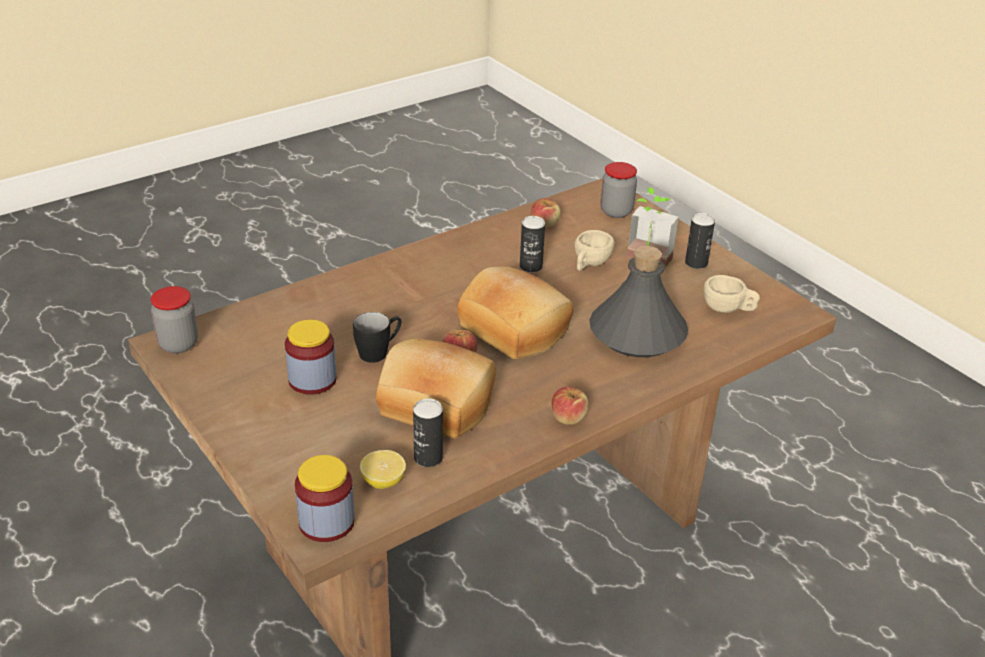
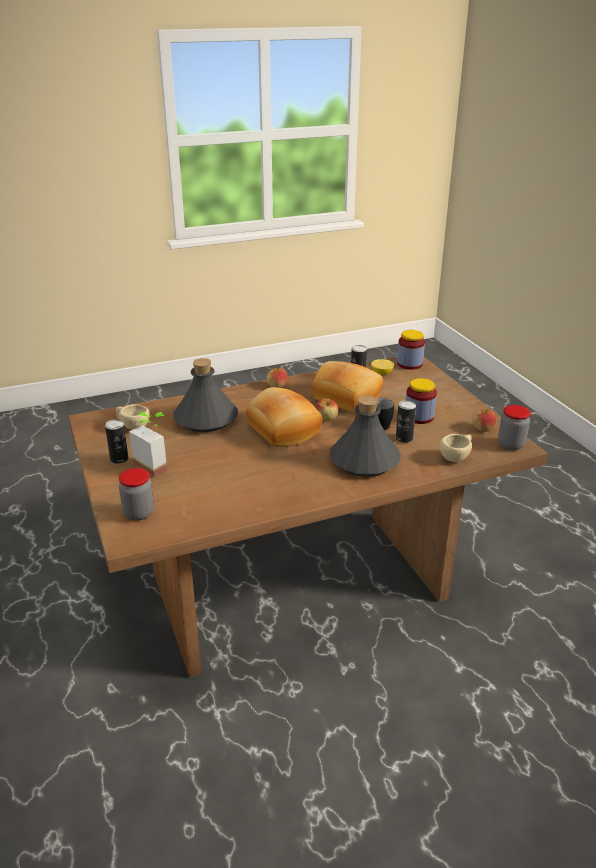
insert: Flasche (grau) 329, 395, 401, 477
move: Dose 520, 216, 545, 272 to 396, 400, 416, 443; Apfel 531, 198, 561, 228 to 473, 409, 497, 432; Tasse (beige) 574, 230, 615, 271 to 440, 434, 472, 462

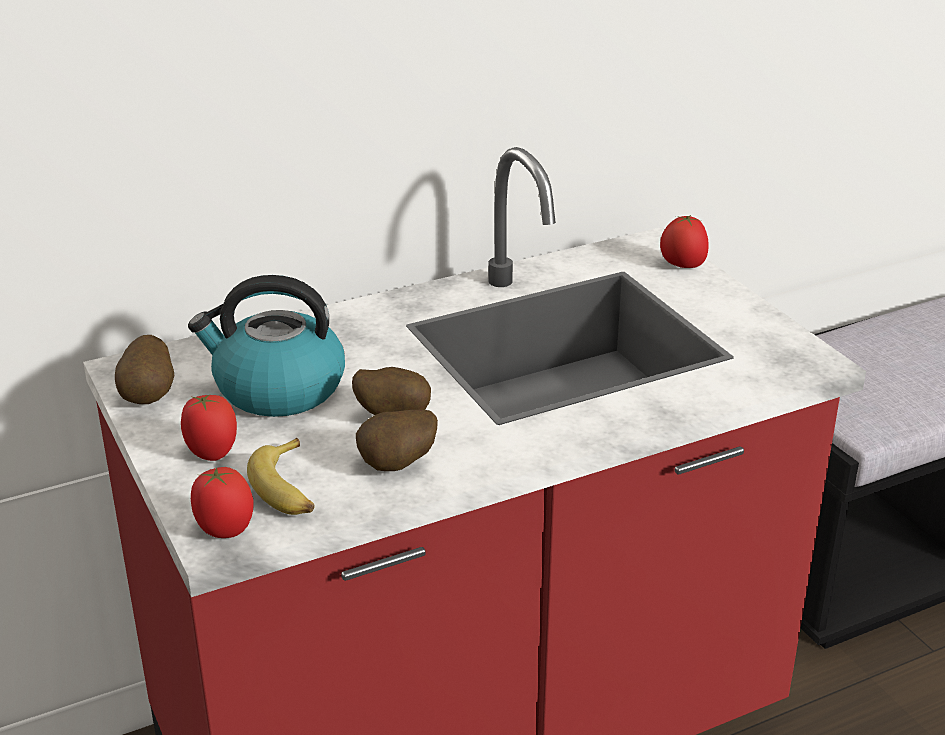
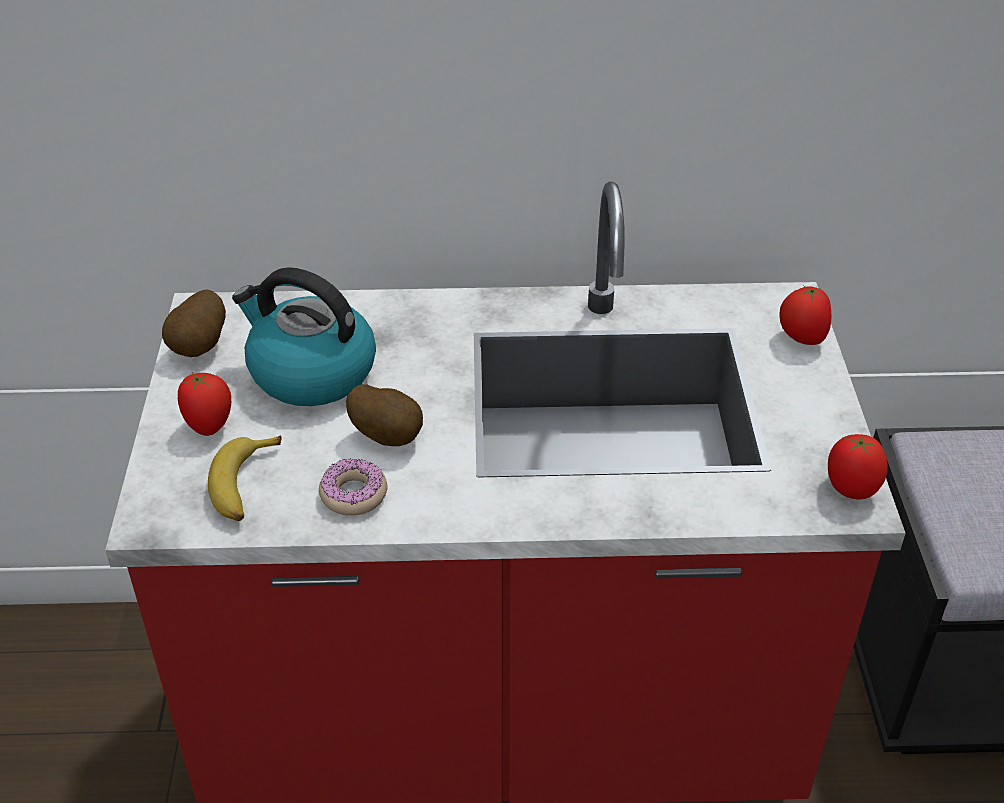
move: Tomate 191, 467, 253, 538 to 828, 434, 888, 500
replace: Kartoffel 356, 410, 438, 471 to Donut 319, 458, 387, 515

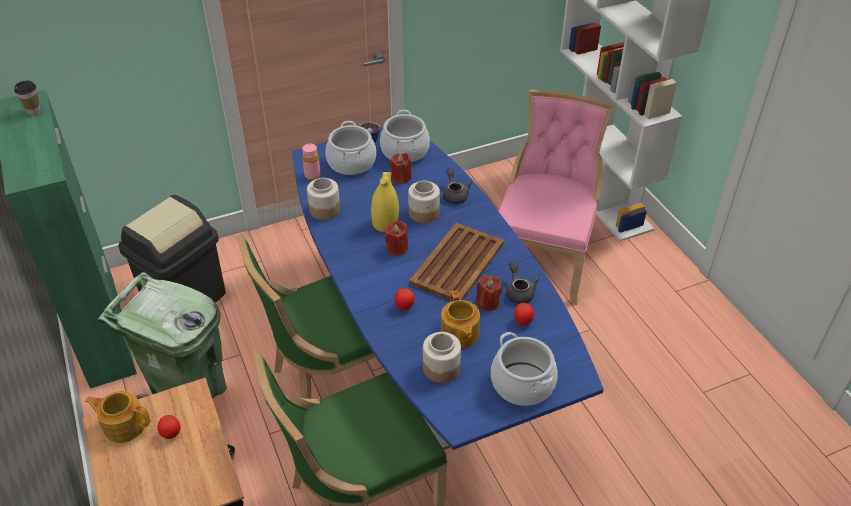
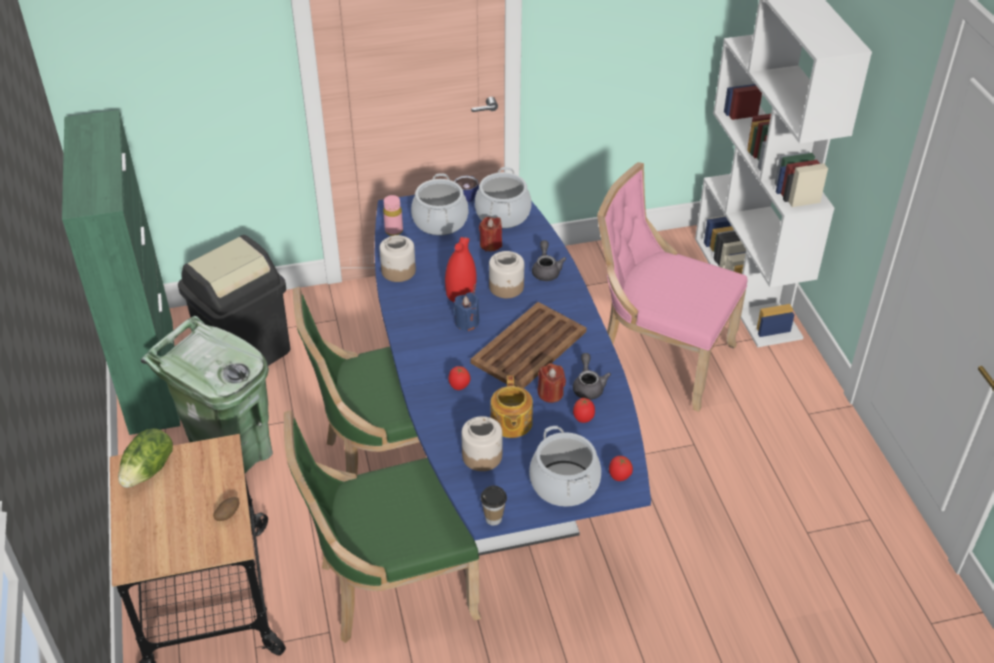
insert: Kartoffel 213, 497, 239, 521
move: Tasse 14, 81, 41, 115 to 481, 486, 507, 526; Tomate 157, 415, 181, 439 to 609, 456, 633, 481
replace: Teekanne 85, 391, 151, 443 to Salatkopf 118, 429, 173, 488
recolor: Vase (gelb) 371, 172, 399, 232 to Vase (rot) 445, 237, 477, 302; Kerze (rot) 385, 221, 408, 256 to Kerze (blau) 453, 292, 480, 331
rotate: Stuhl (rosa) 498, 90, 613, 305 = 597, 162, 748, 412 90 degrees counterclockwise

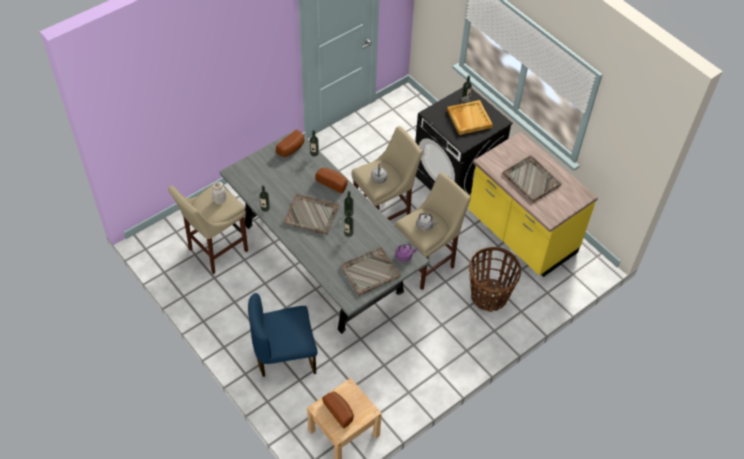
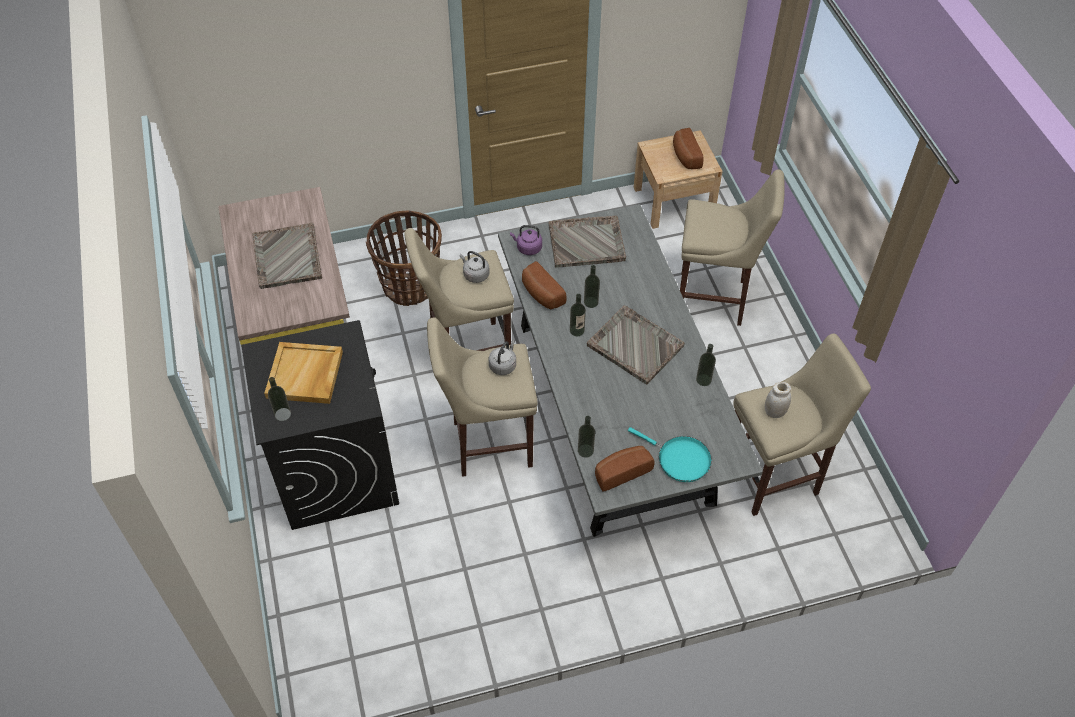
insert: Pfanne (türkis) 628, 427, 712, 482
move: Brot 315, 167, 347, 193 to 522, 261, 567, 309
replace: Stuhl (blau) 248, 293, 317, 377 to Hocker (beige) 680, 170, 785, 326

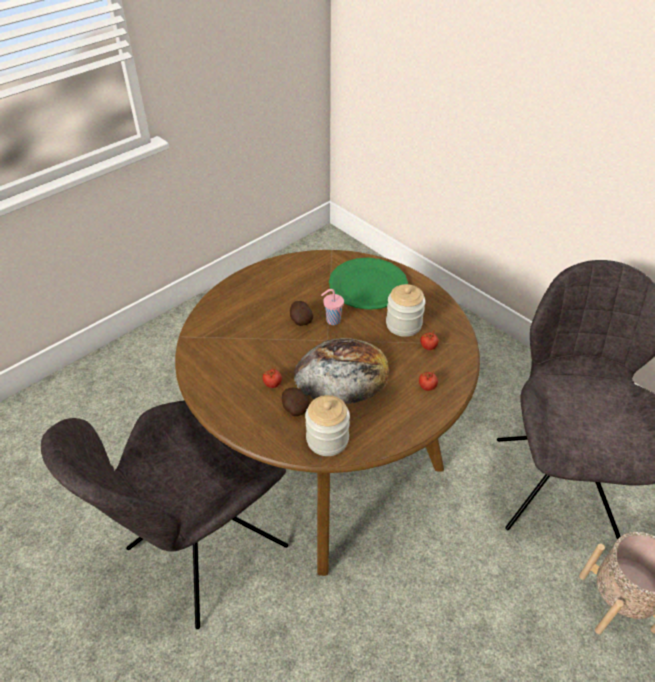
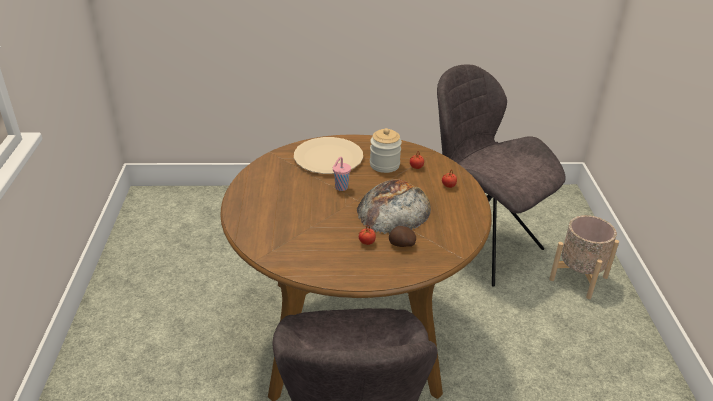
delete: Kartoffel 290, 301, 313, 326; Vorratsglas 305, 395, 350, 456
recolor: Teller (grün) 329, 258, 408, 310 to Teller (beige) 294, 137, 363, 174

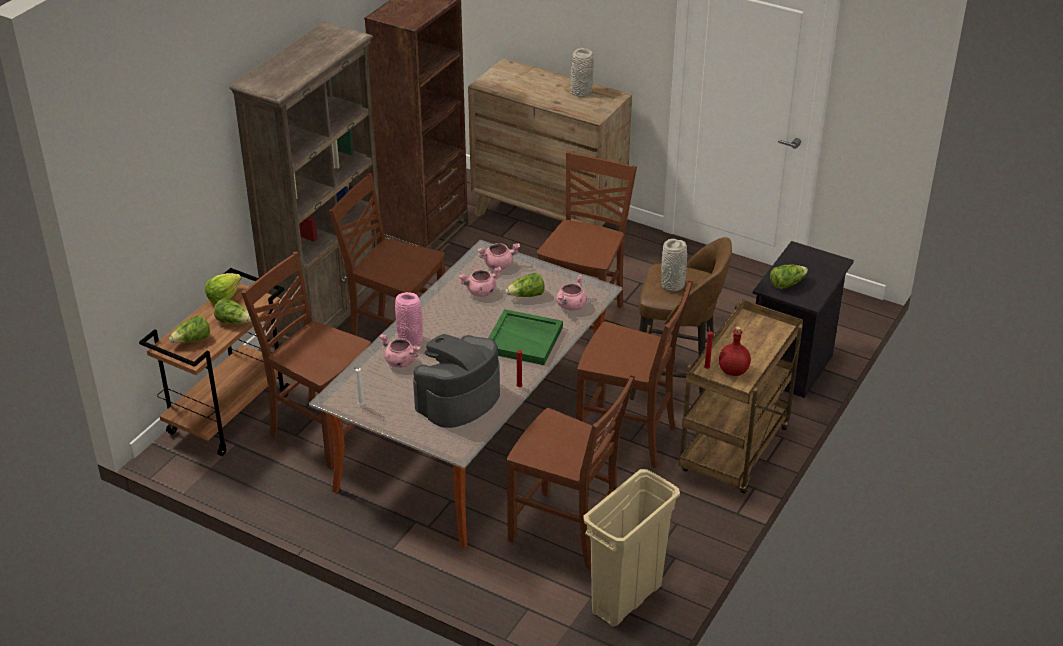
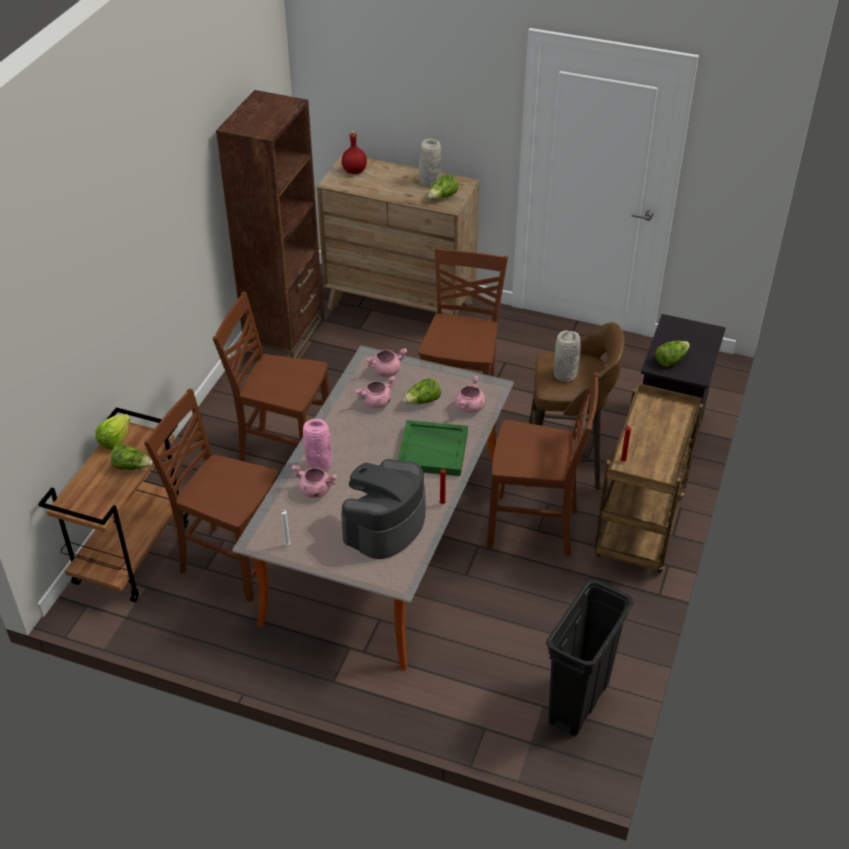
delete: Bücherregal (braun) 230, 22, 380, 348; Stuhl (braun) 507, 373, 636, 570
move: Salatkopf 169, 315, 210, 343 to 428, 175, 458, 199; Flasche (rot) 719, 326, 751, 376 to 342, 131, 367, 174
recolor: Mülleimer (beige) 583, 469, 680, 627 to Mülleimer (schwarz) 546, 580, 634, 736

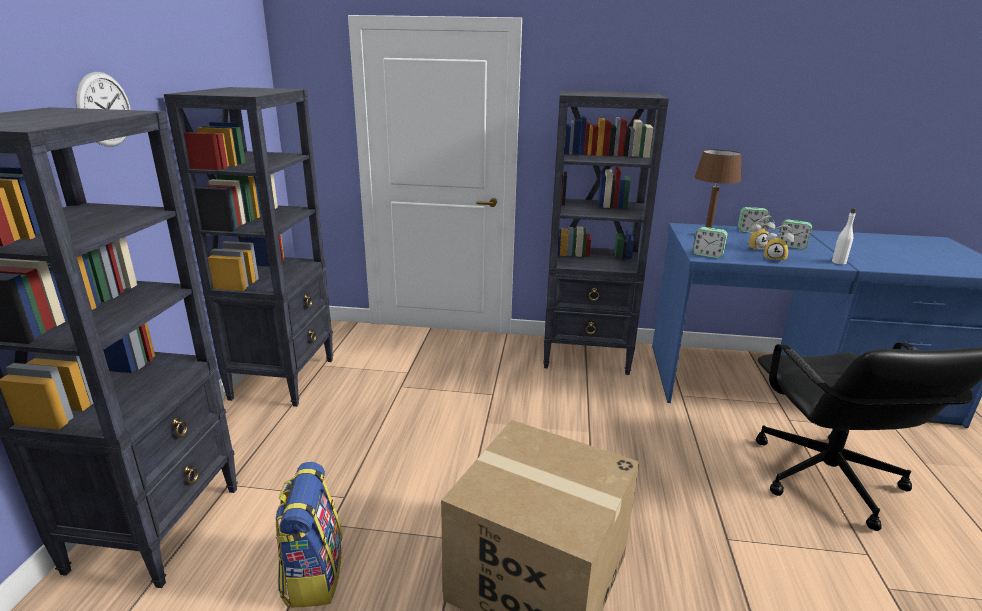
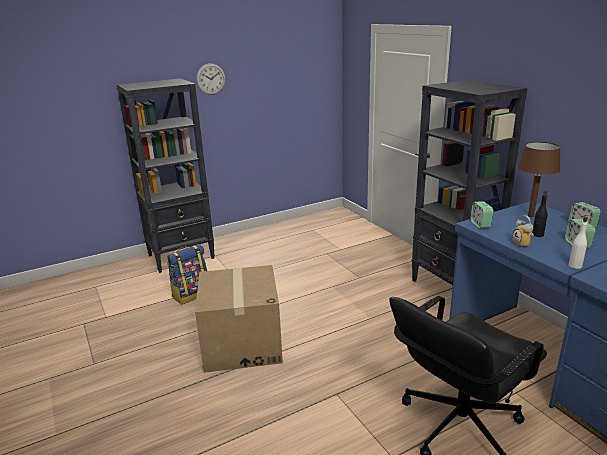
delete: Bücherregal (schwarz) 164, 87, 333, 407
replace: Wecker 749, 216, 775, 250 to Flasche (schwarz) 532, 191, 547, 237

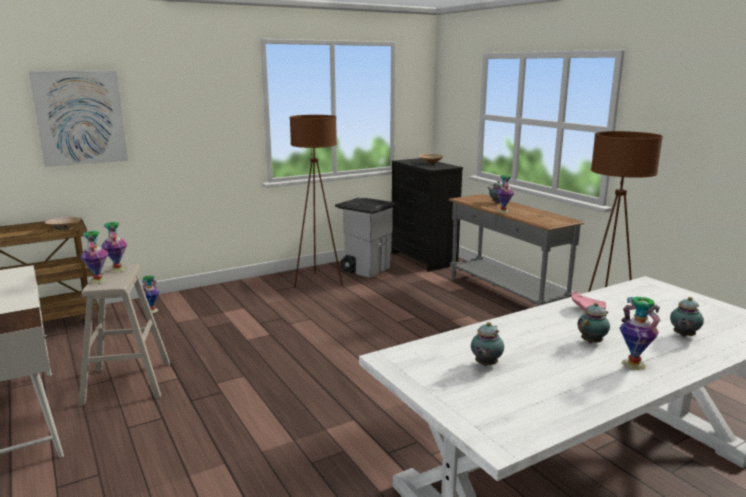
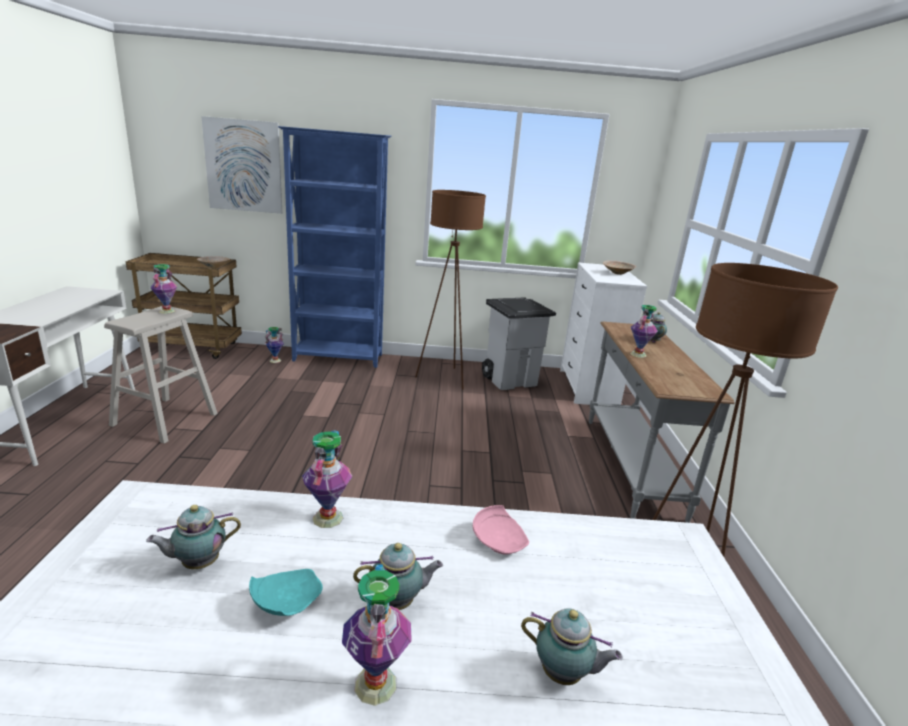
insert: Teller (türkis) 249, 569, 323, 616; Bücherregal (blau) 278, 126, 391, 368
move: Vase 80, 231, 108, 284 to 302, 431, 353, 528
recolor: Kommode (schwarz) 391, 158, 463, 272 to Kommode (weiß) 560, 262, 647, 405
rotate: Teekanne 670, 297, 704, 337 = 521, 608, 623, 685 135 degrees counterclockwise

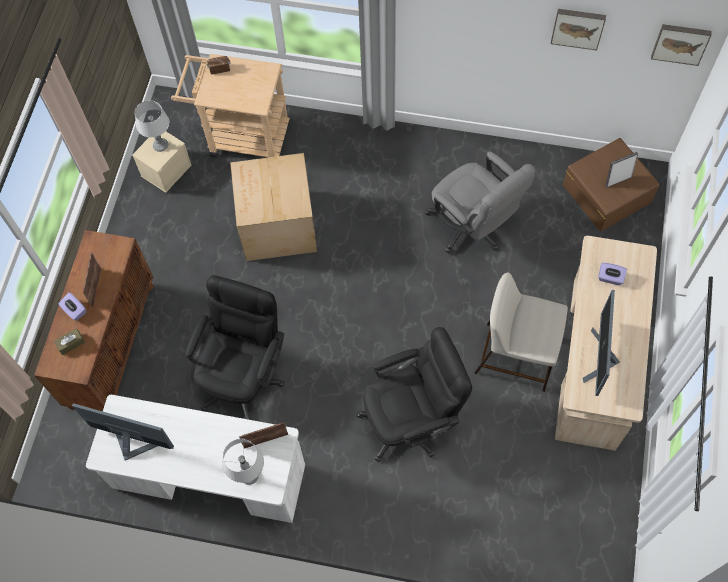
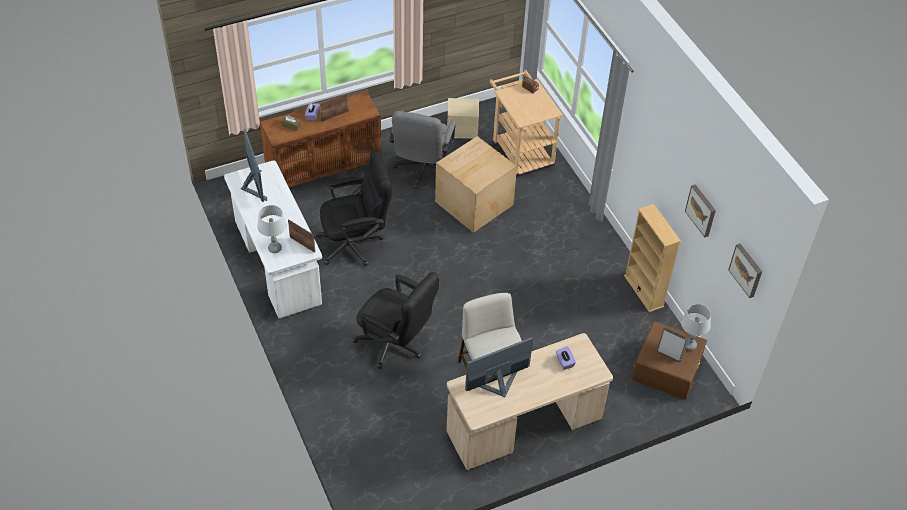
insert: Bücherregal (beige) 624, 204, 681, 312
move: Tischlampe (grau) 135, 100, 169, 152 to 681, 304, 711, 350; Bürostuhl (grau) 425, 152, 536, 254 to 389, 111, 456, 189

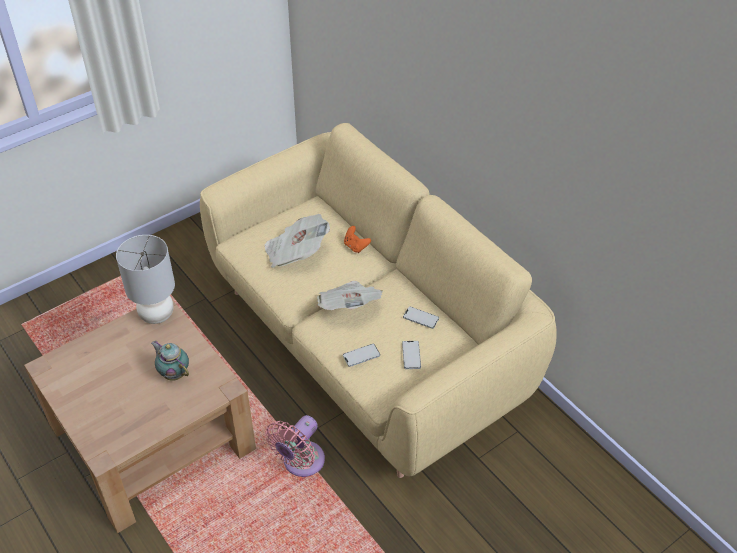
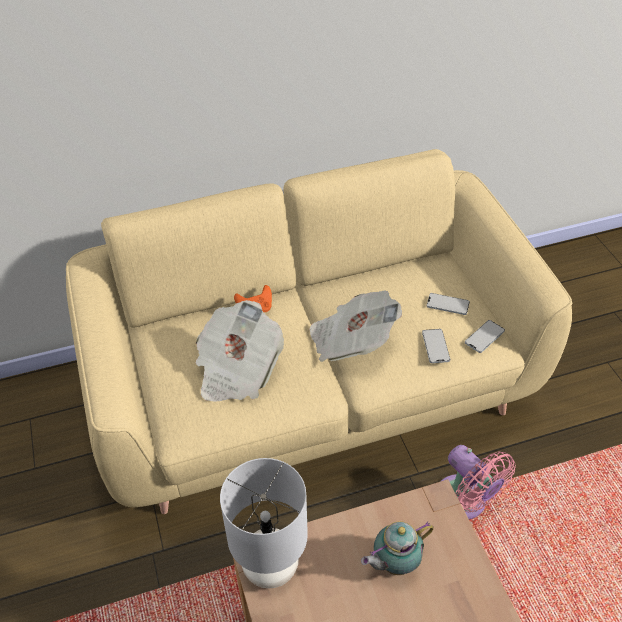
move: Handy 403, 306, 439, 329 to 465, 320, 505, 353

